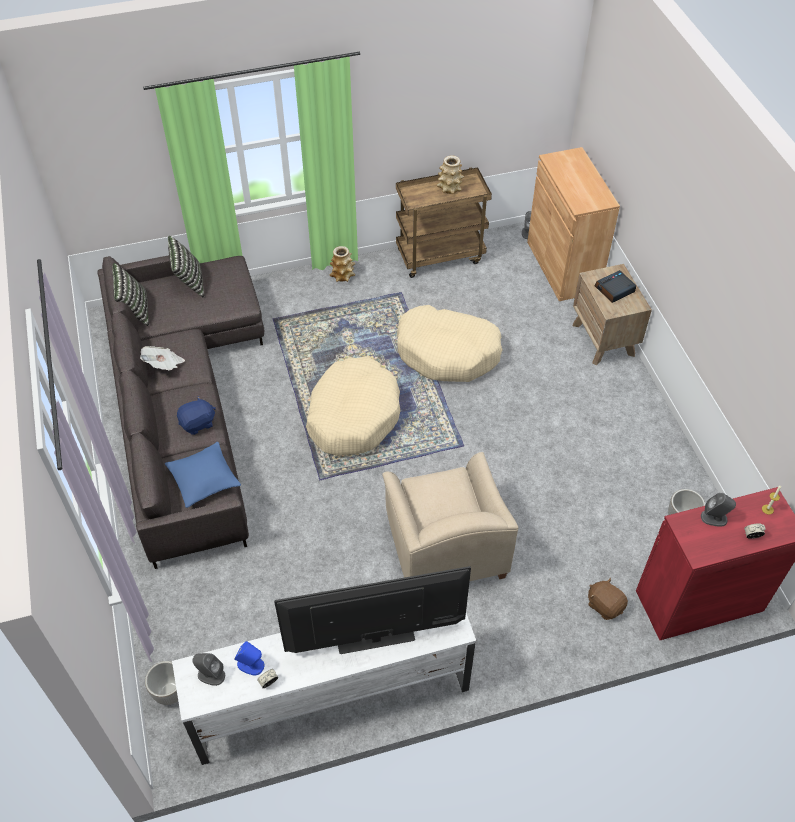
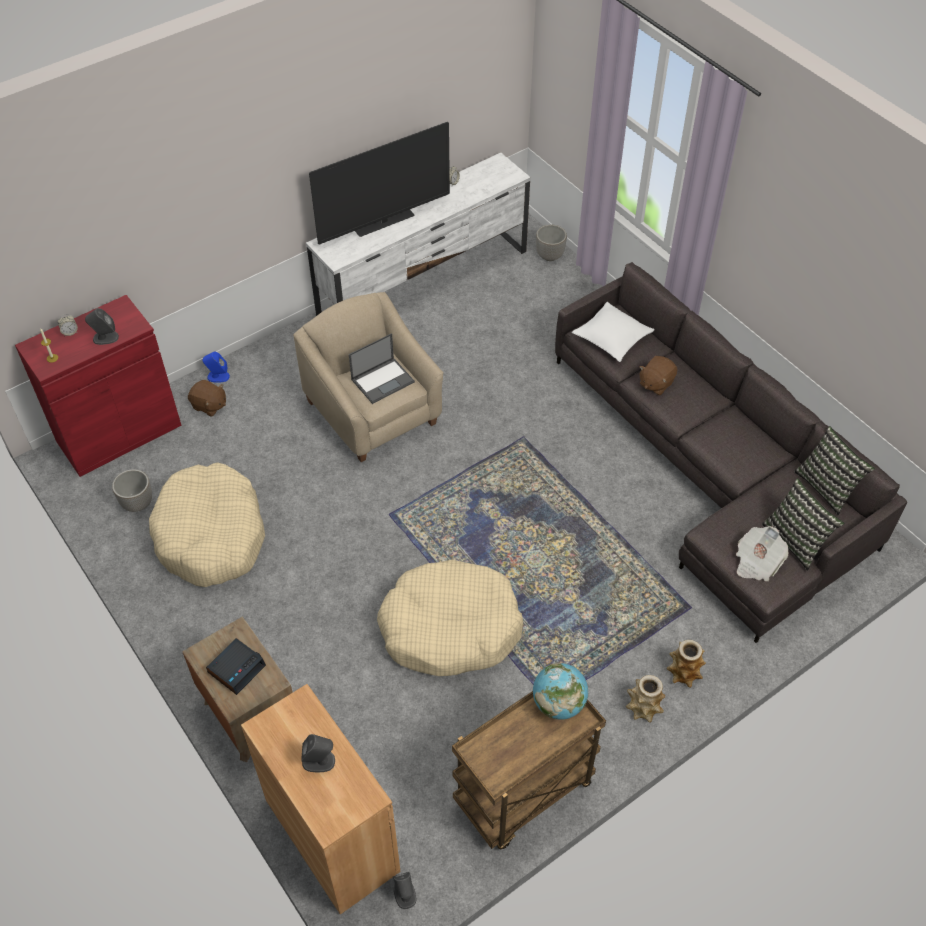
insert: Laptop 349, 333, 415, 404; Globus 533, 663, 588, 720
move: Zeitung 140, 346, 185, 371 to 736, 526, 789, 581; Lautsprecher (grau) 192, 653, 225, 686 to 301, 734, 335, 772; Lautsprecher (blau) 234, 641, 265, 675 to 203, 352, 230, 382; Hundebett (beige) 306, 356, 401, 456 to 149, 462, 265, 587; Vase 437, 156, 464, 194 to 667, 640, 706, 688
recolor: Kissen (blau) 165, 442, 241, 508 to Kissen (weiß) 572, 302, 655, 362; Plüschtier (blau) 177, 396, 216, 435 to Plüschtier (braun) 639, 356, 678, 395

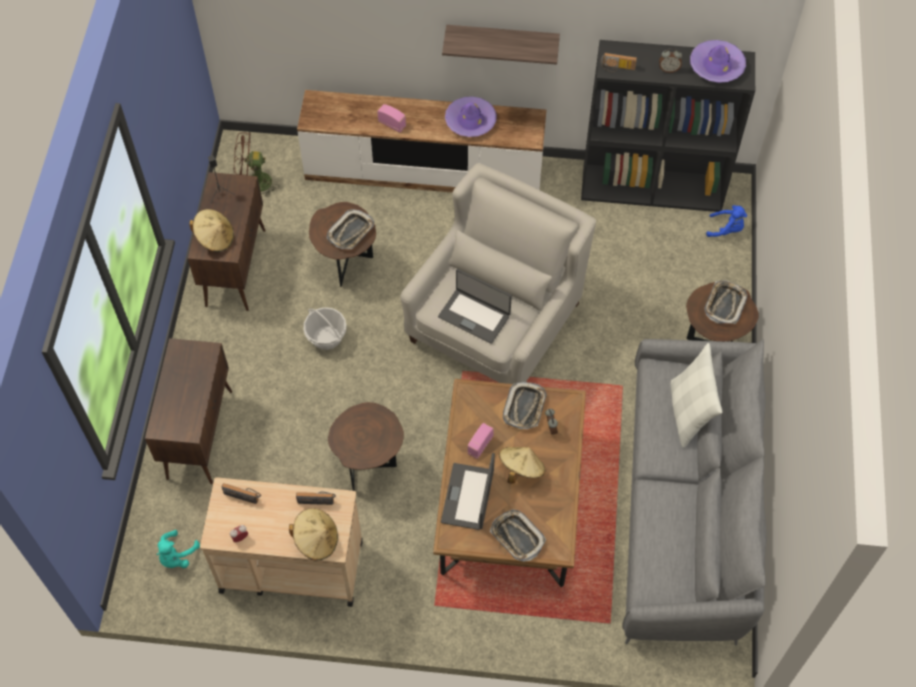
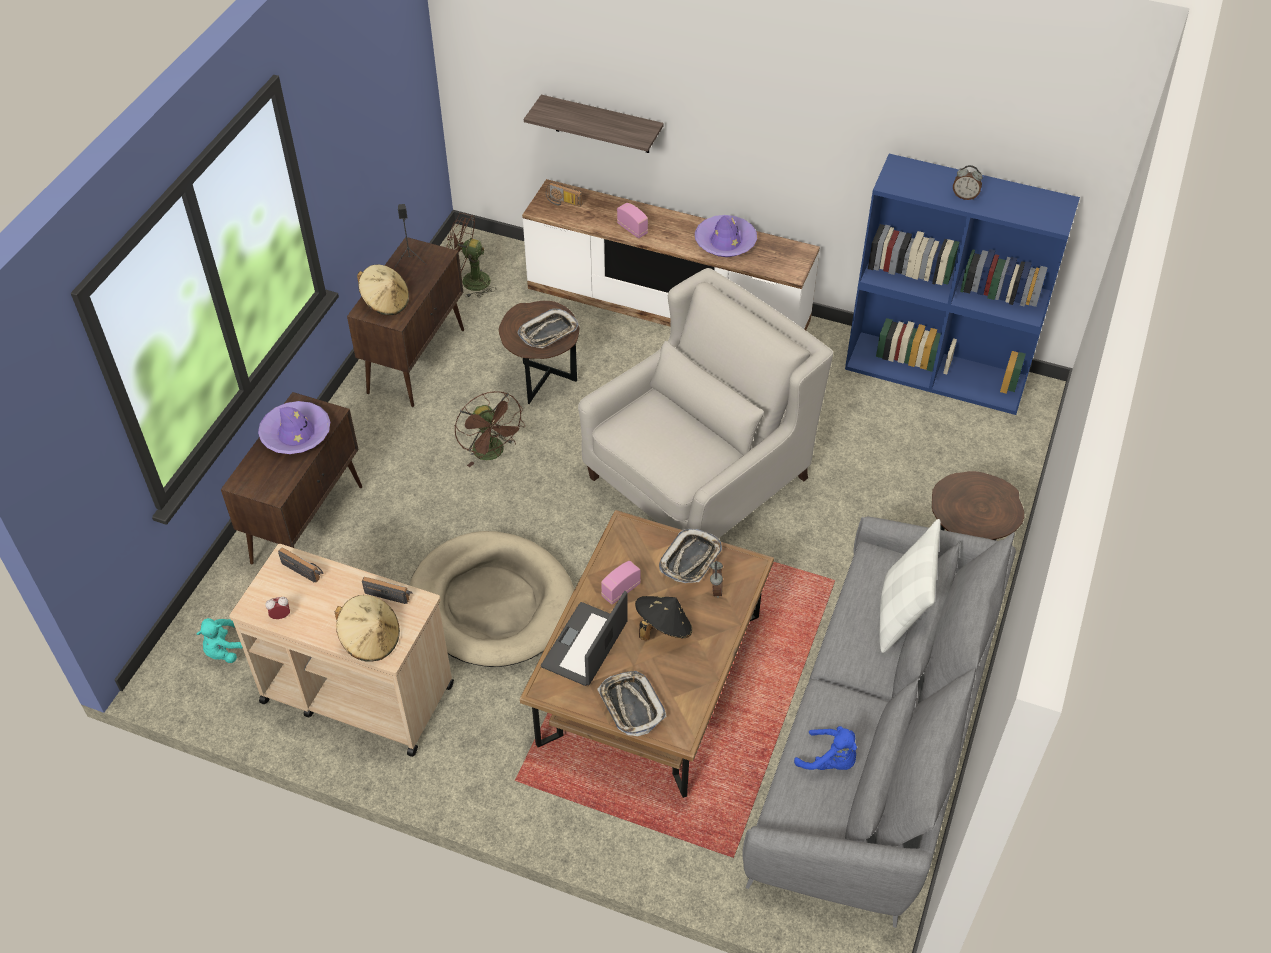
delete: Laptop 438, 269, 512, 344; Tablett 704, 280, 748, 324
move: Wandregal 442, 25, 560, 65 to 524, 95, 664, 153; Radio 601, 53, 637, 73 to 546, 183, 582, 207; Hut (lila) 690, 40, 746, 83 to 258, 401, 330, 454; Plüschtier (blau) 706, 205, 747, 237 to 794, 726, 857, 770
replace: Korb 303, 307, 347, 350 to Ventilator (braun) 455, 391, 525, 467; Beistelltisch (braun) 328, 402, 404, 491 to Hundebett (beige) 410, 531, 574, 667
recolor: Hut (beige) 499, 447, 545, 484 to Hut (schwarz) 635, 596, 692, 640; Bücherregal (schwarz) 581, 40, 755, 212 to Bücherregal (blau) 845, 154, 1080, 415

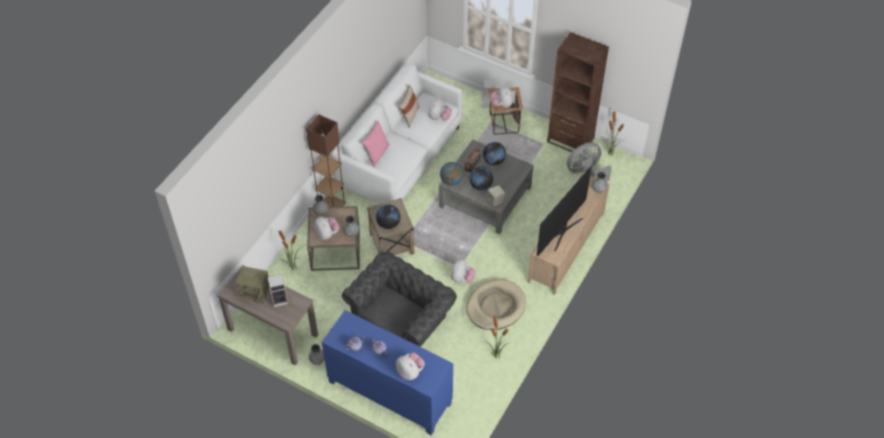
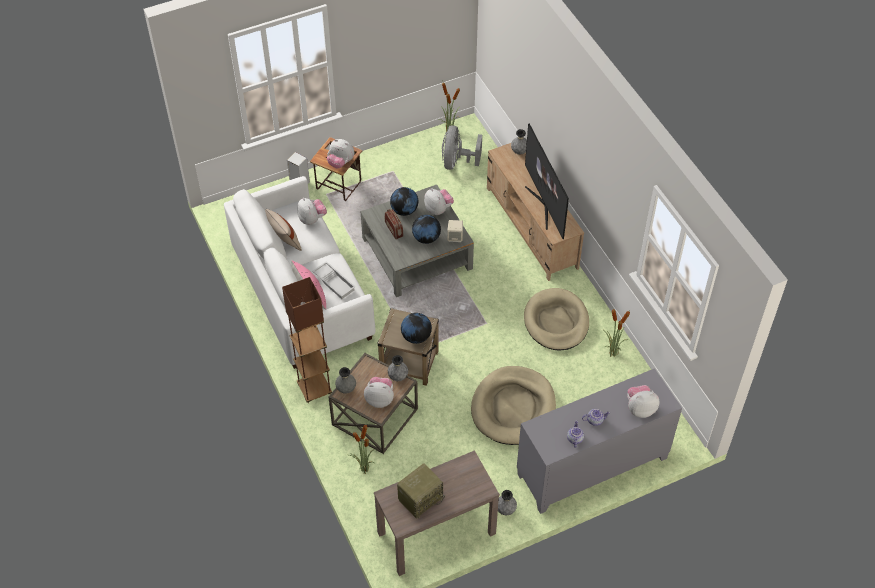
delete: Lautsprecher 268, 274, 288, 307; Globus 440, 162, 463, 186; Bücherregal (braun) 547, 32, 609, 152
insert: Tablett (weiß) 313, 261, 355, 299
move: Plüschtier 451, 260, 476, 283 to 424, 188, 454, 215
replace: Sessel (grau) 342, 252, 457, 347 to Hundebett (beige) 471, 366, 556, 445
recolor: Schrank (blau) 322, 310, 453, 435 to Schrank (grau) 517, 368, 682, 514

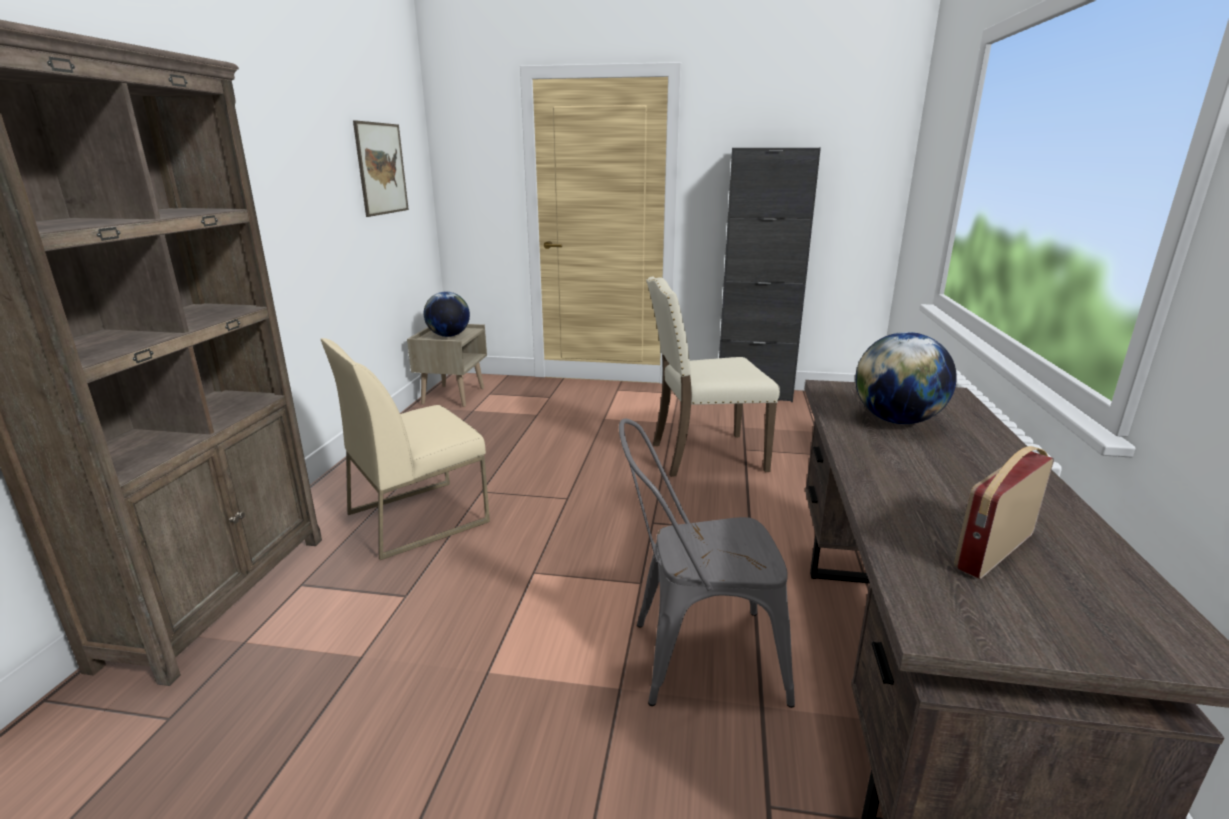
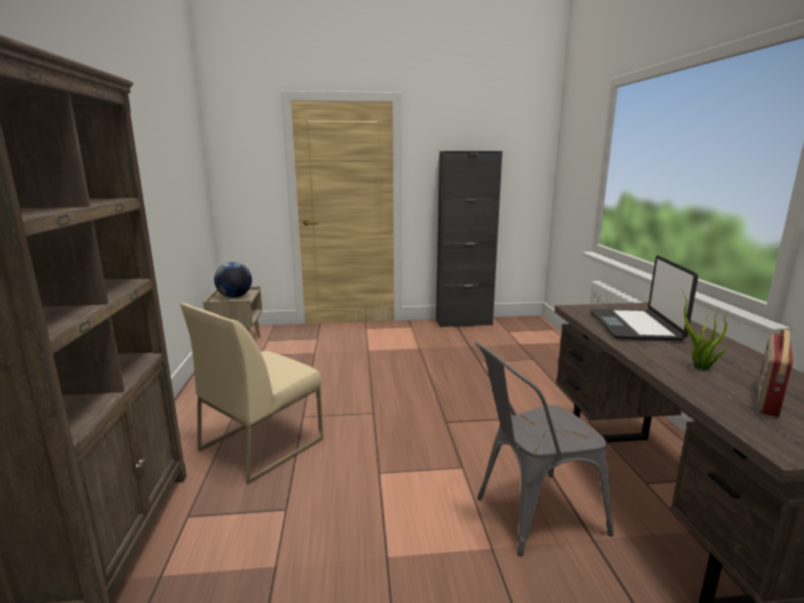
delete: Bild 353, 120, 409, 217; Stuhl (beige) 646, 277, 780, 477
insert: Topfpflanze 682, 290, 731, 370
replace: Globus 855, 332, 957, 424 to Laptop 590, 255, 698, 341

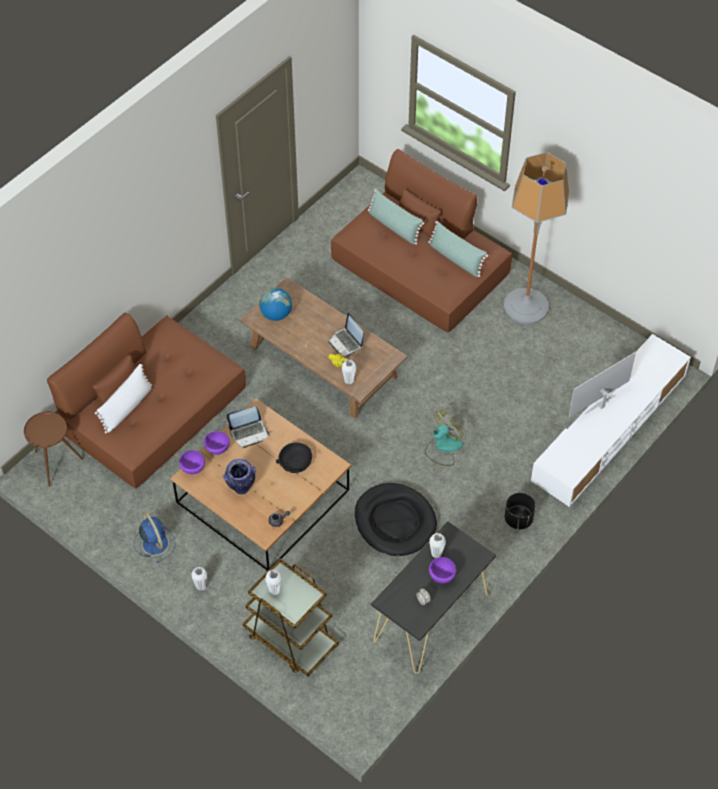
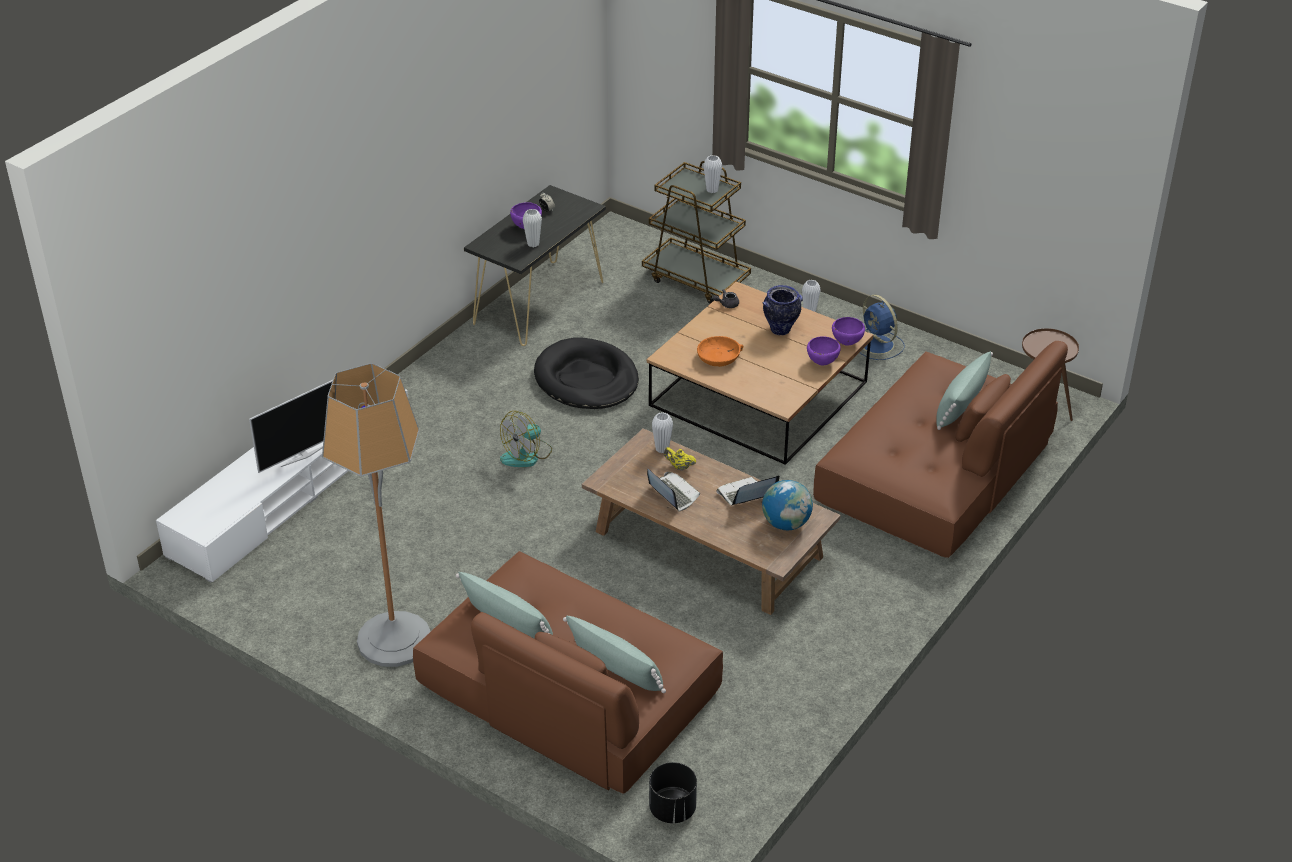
move: Laptop 226, 407, 270, 448 to 716, 476, 780, 505; Pflanzkübel (schwarz) 505, 493, 535, 529 to 649, 762, 697, 823
recolor: Kissen (weiß) 95, 364, 152, 434 to Kissen (grün) 936, 351, 993, 430; Schüssel (schwarz) 276, 443, 312, 473 to Schüssel (orange) 697, 336, 743, 367

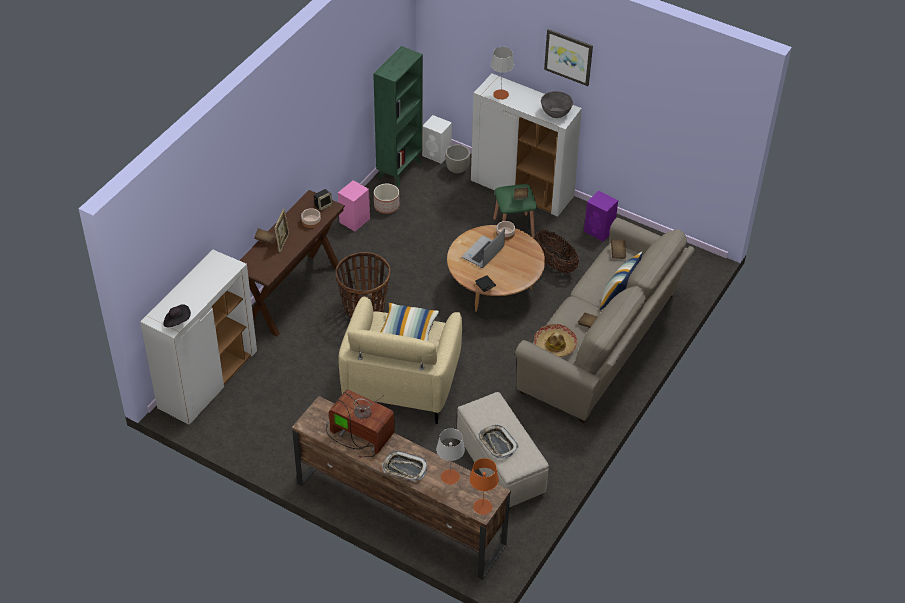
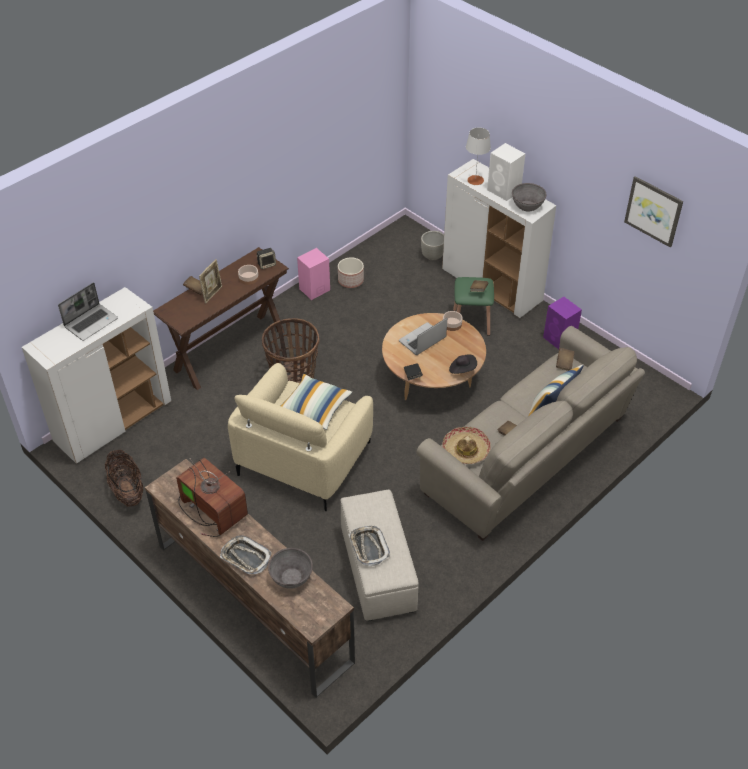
delete: Bücherregal (grün) 373, 46, 423, 186; Tischlampe (orange) 470, 458, 499, 515
insert: Laptop 58, 282, 118, 341
move: Hut (schwarz) 163, 304, 191, 327 to 449, 354, 477, 374; Lautsprecher (weiß) 422, 115, 452, 164 to 487, 143, 525, 201; Korb 534, 230, 579, 273 to 105, 450, 143, 507; Bild 544, 29, 593, 86 to 624, 176, 683, 248
replace: Tischlampe (grau) 436, 428, 465, 485 to Schüssel (grau) 268, 548, 313, 589

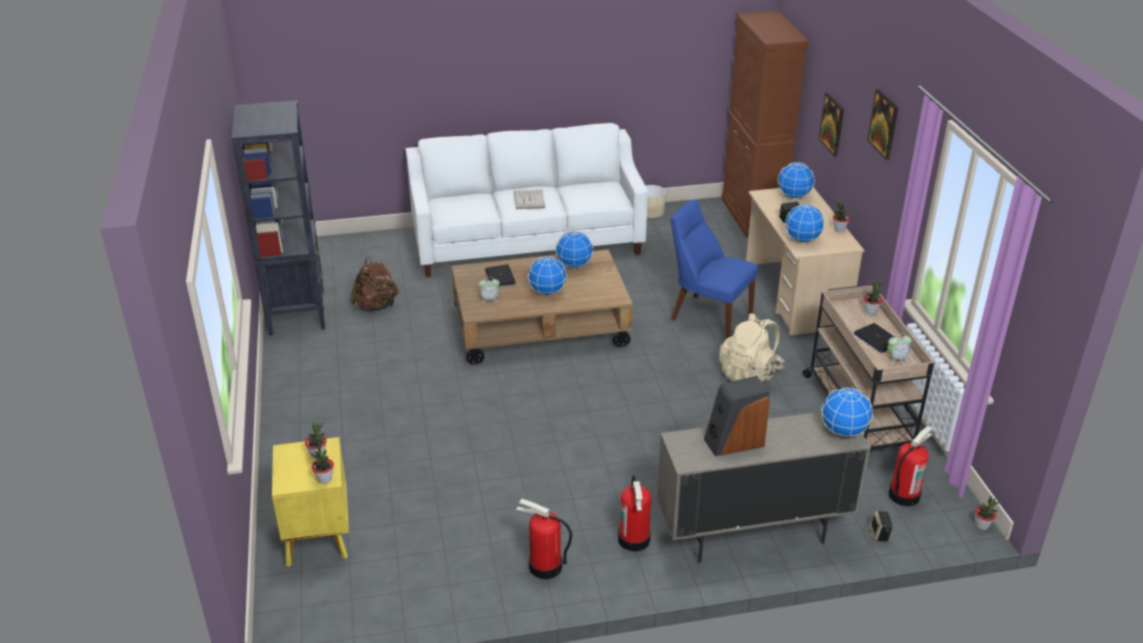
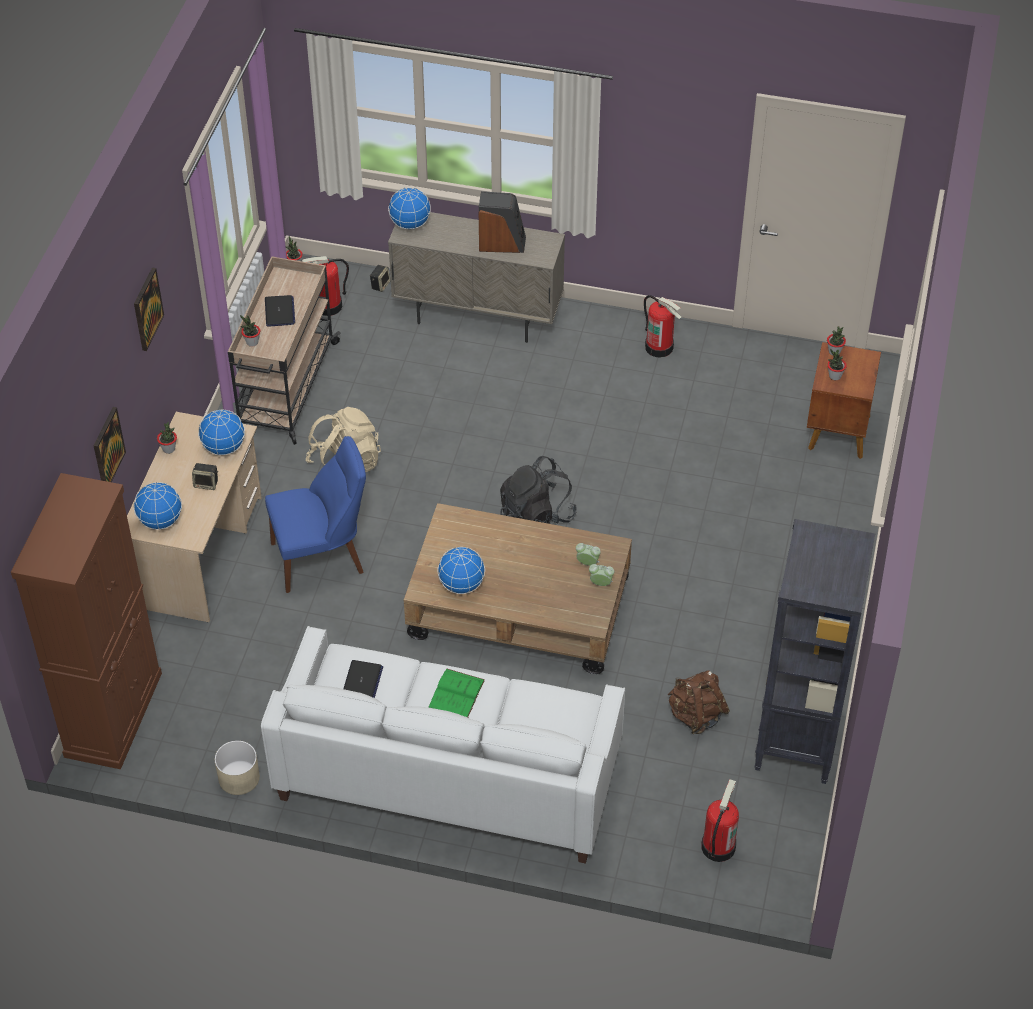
delete: Globus 528, 256, 567, 295
insert: Rucksack (schwarz) 500, 456, 577, 524
move: Laptop 485, 264, 516, 287 to 343, 660, 383, 698; Feuerlöscher 618, 475, 651, 552 to 701, 779, 739, 862; Wecker 887, 333, 912, 364 to 589, 564, 614, 586
recolor: Nachttisch (gelb) 272, 437, 349, 567 to Nachttisch (braun) 807, 342, 881, 459; Buch (weiß) 514, 190, 545, 209 to Buch (grün) 428, 668, 485, 718
rotate: Stuhl (blau) 671, 199, 758, 339 = 265, 436, 366, 593 75 degrees counterclockwise

